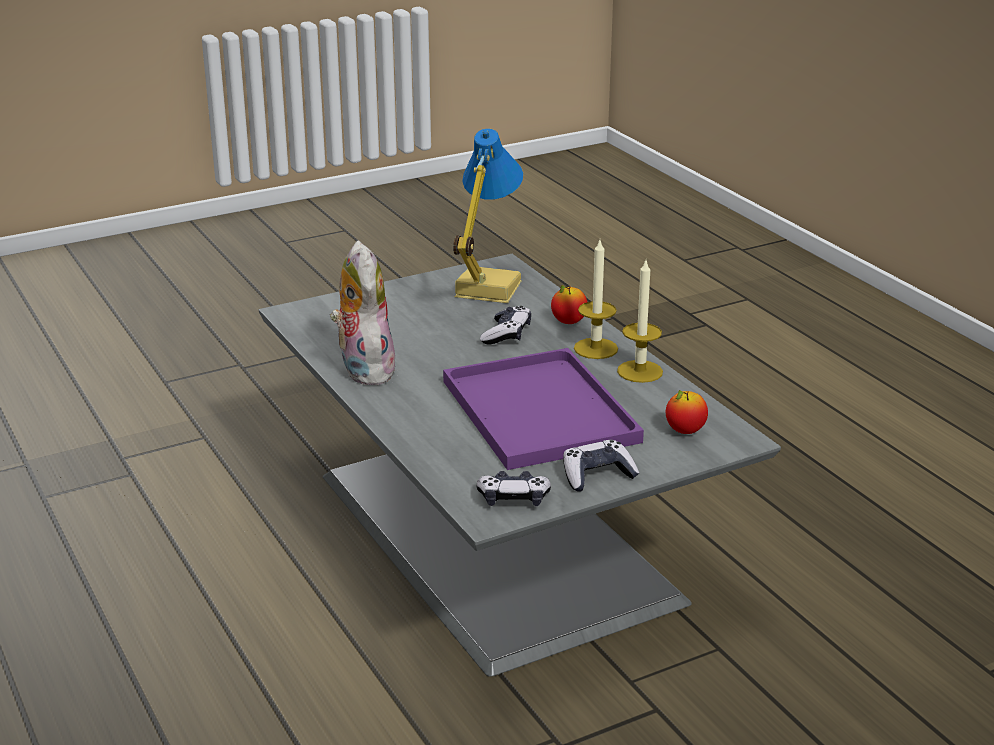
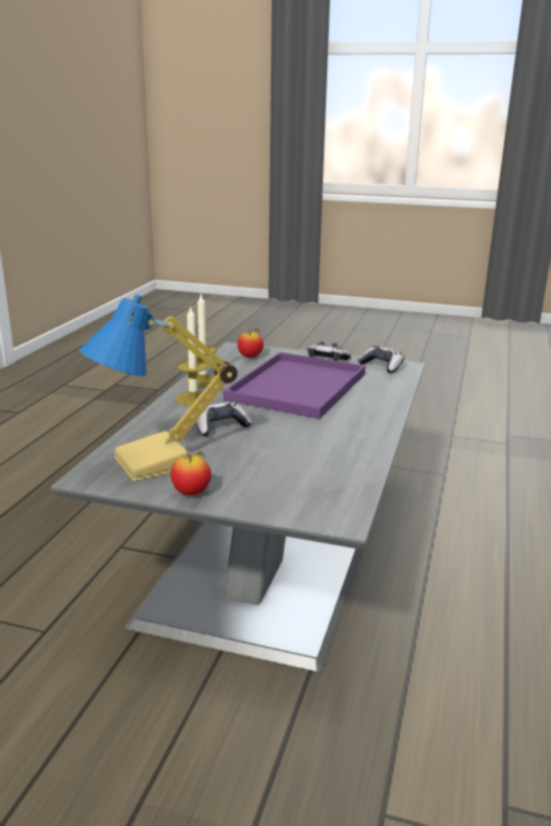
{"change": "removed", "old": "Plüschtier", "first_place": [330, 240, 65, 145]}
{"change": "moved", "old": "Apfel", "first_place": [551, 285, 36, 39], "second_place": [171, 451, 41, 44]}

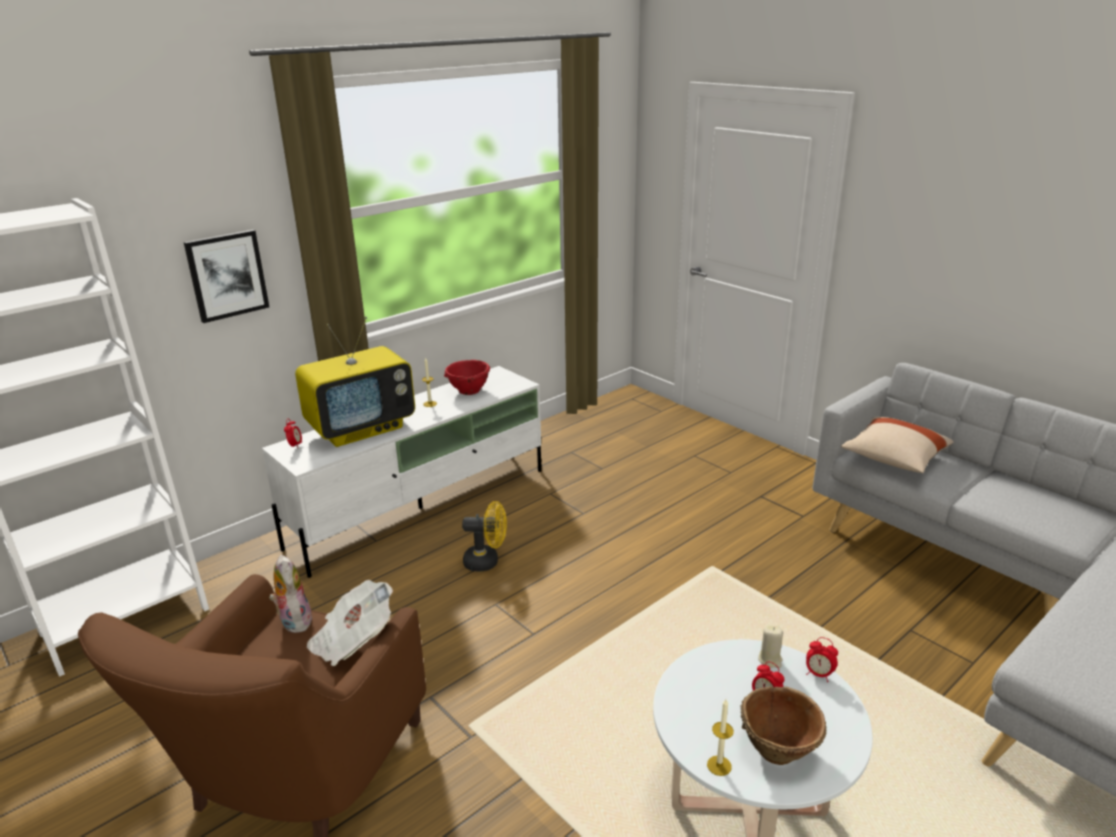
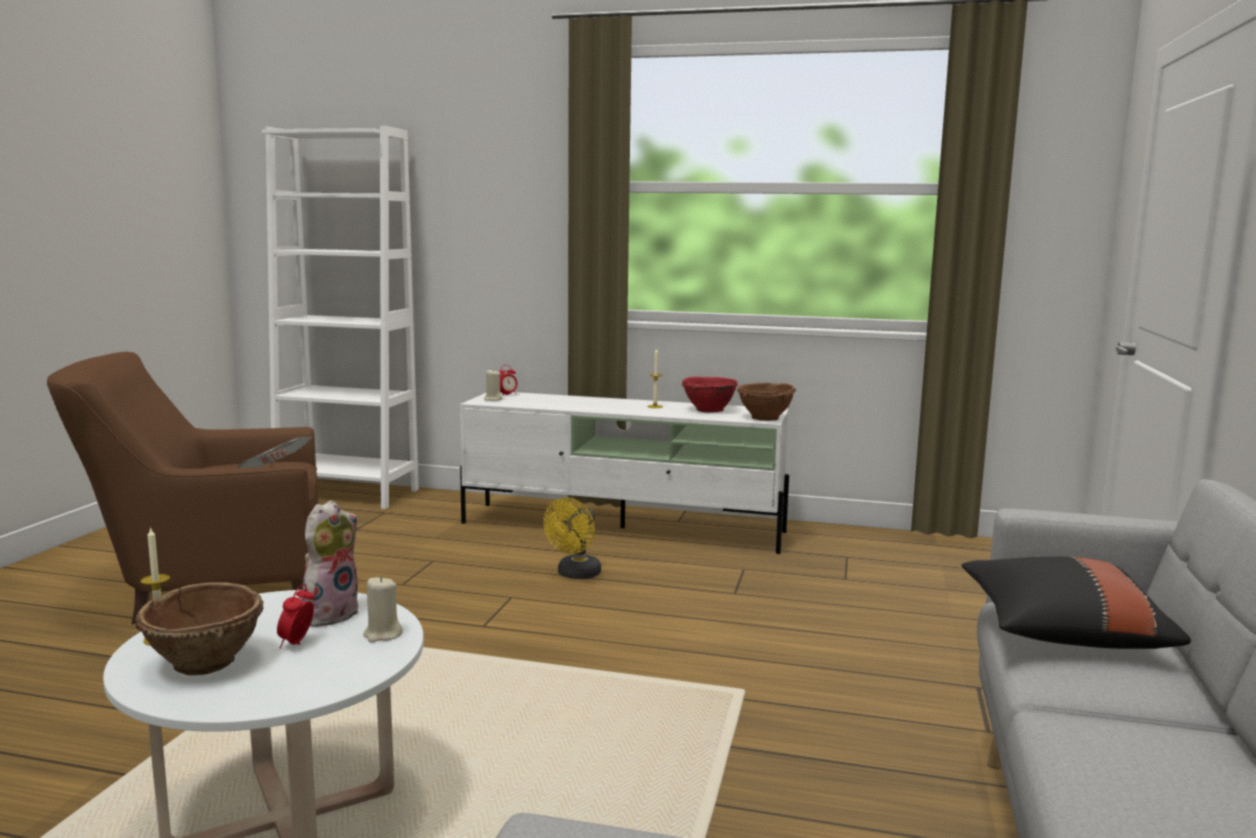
{"change": "removed", "old": "Bild", "first_place": [184, 230, 85, 93]}
{"change": "moved", "old": "Plüschtier", "first_place": [269, 555, 44, 78], "second_place": [302, 500, 57, 127]}
{"change": "removed", "old": "Fernseher", "first_place": [295, 317, 120, 130]}
{"change": "turned", "old": "Ventilator (gelb)", "first_place": [462, 501, 45, 71], "second_place": [543, 498, 58, 81], "degrees": 60}
{"change": "removed", "old": "Wecker", "first_place": [806, 637, 32, 45]}
{"change": "recoloured", "old": "Kissen (beige)", "new": "Kissen (schwarz)", "first_place": [841, 417, 113, 56], "second_place": [961, 557, 230, 92]}
{"change": "added", "new": "Kerze (beige)", "second_place": [484, 370, 18, 31]}
{"change": "added", "new": "Schüssel (braun)", "second_place": [737, 383, 59, 38]}

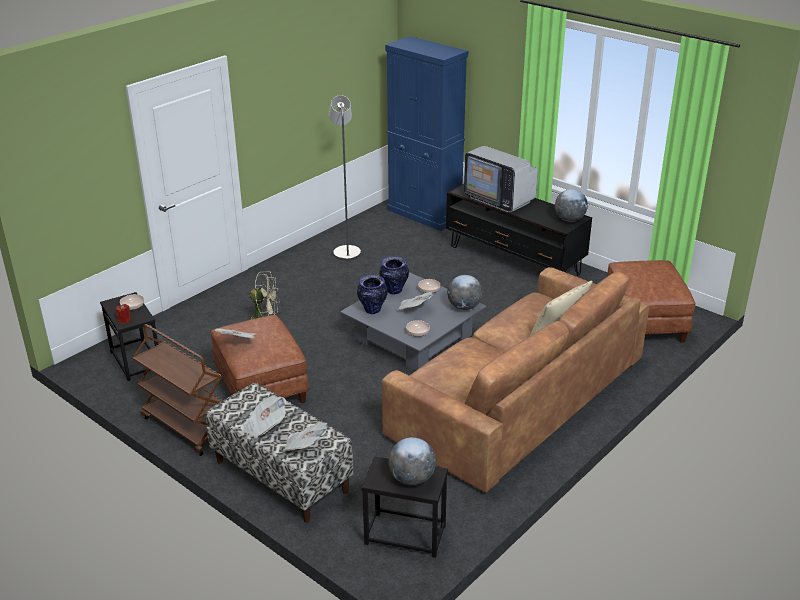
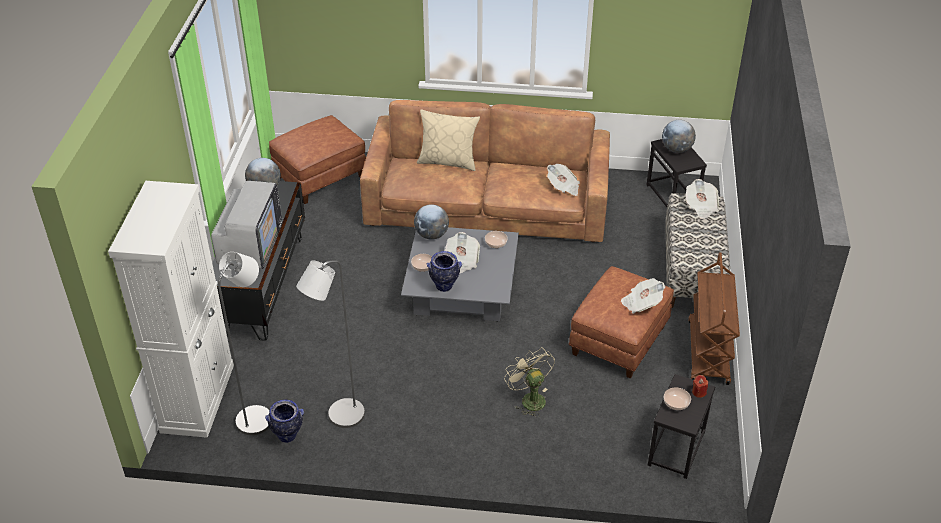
{"change": "moved", "old": "Zeitung", "first_place": [241, 395, 46, 43], "second_place": [547, 164, 33, 32]}
{"change": "moved", "old": "Vase", "first_place": [357, 275, 30, 39], "second_place": [265, 400, 39, 43]}
{"change": "recoloured", "old": "Schrank (blau)", "new": "Schrank (weiß)", "first_place": [385, 36, 83, 195], "second_place": [108, 181, 126, 257]}
{"change": "added", "new": "Stehlampe (grau)", "second_place": [218, 252, 51, 183]}

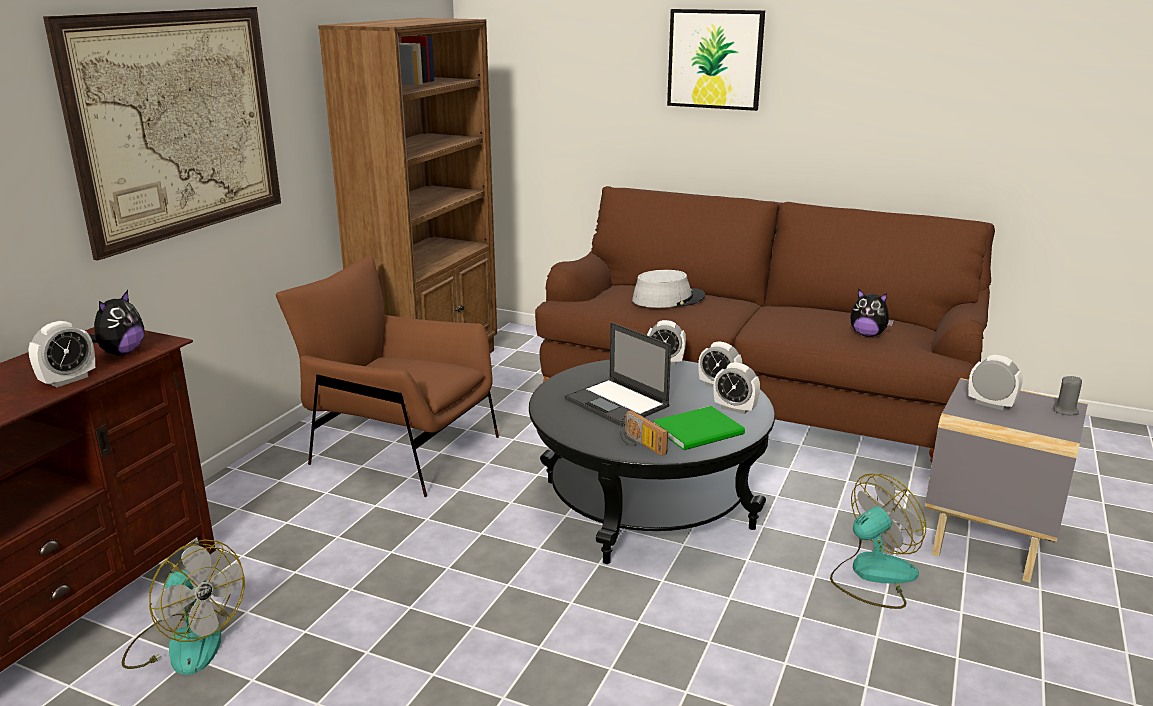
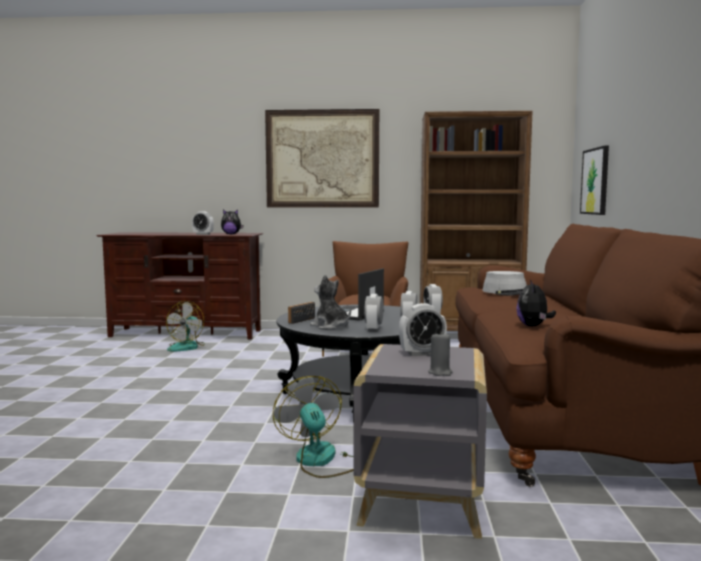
{"change": "replaced", "old": "Buch (grün)", "new": "Plüschtier", "first_place": [653, 406, 92, 44], "second_place": [310, 275, 41, 55]}
{"change": "moved", "old": "Bild", "first_place": [667, 9, 98, 102], "second_place": [580, 146, 29, 69]}
{"change": "turned", "old": "Ventilator", "first_place": [830, 474, 96, 135], "second_place": [273, 376, 81, 102], "degrees": -150}
{"change": "turned", "old": "Wecker", "first_place": [968, 355, 55, 55], "second_place": [399, 303, 48, 53], "degrees": 60}

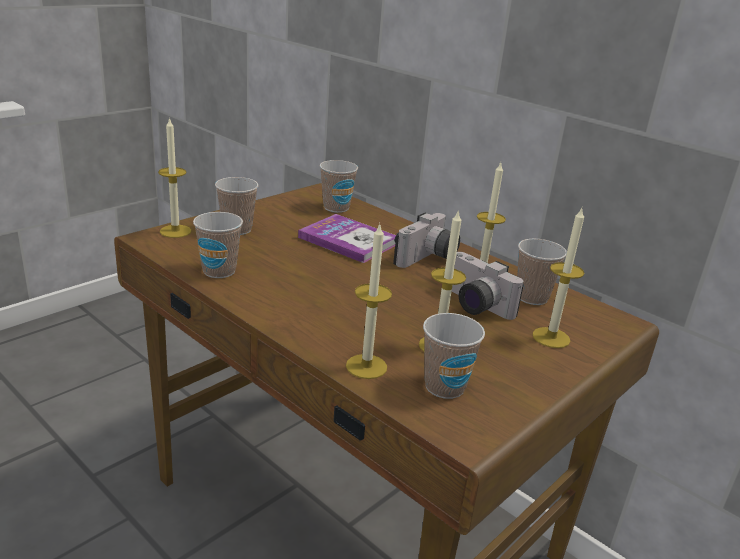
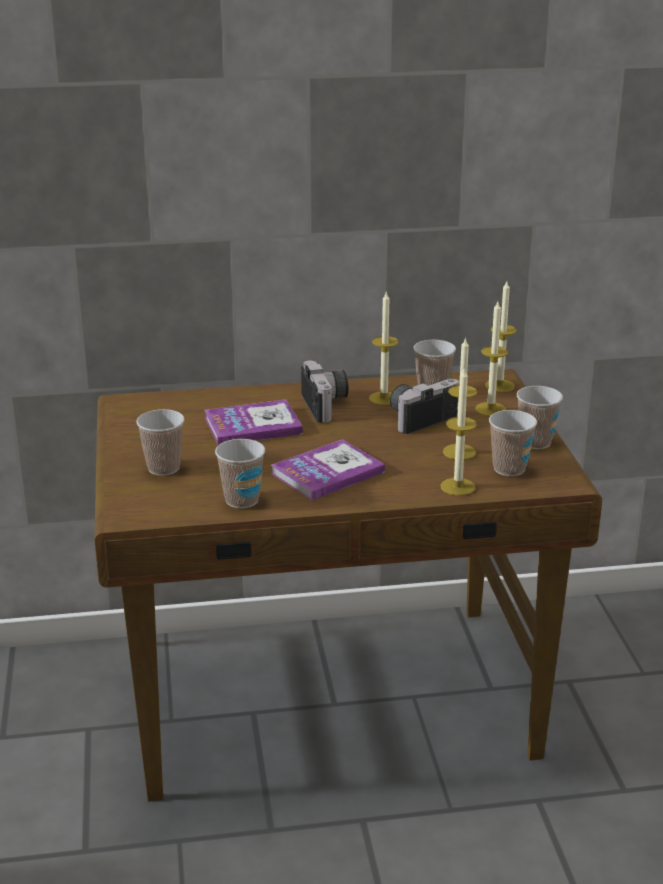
{"change": "moved", "old": "Kerze", "first_place": [158, 117, 34, 121], "second_place": [485, 281, 32, 111]}
{"change": "moved", "old": "Tasse", "first_place": [320, 160, 38, 53], "second_place": [517, 386, 46, 63]}
{"change": "turned", "old": "Kamera", "first_place": [452, 252, 72, 68], "second_place": [390, 379, 69, 55], "degrees": 150}
{"change": "added", "new": "Buch", "second_place": [270, 439, 115, 62]}

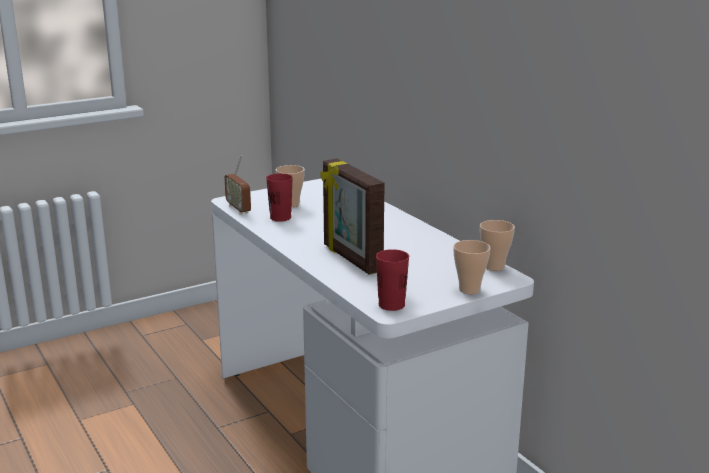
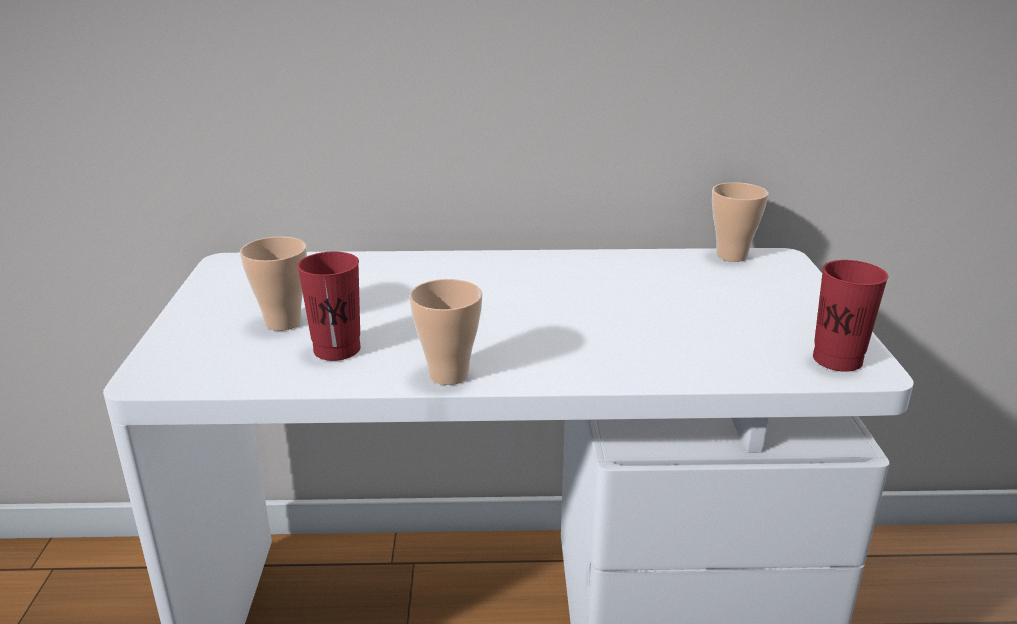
{"change": "removed", "old": "Radio", "first_place": [224, 155, 27, 59]}
{"change": "removed", "old": "Bilderrahmen", "first_place": [320, 158, 65, 117]}
{"change": "moved", "old": "Tasse", "first_place": [453, 240, 38, 54], "second_place": [409, 279, 73, 106]}

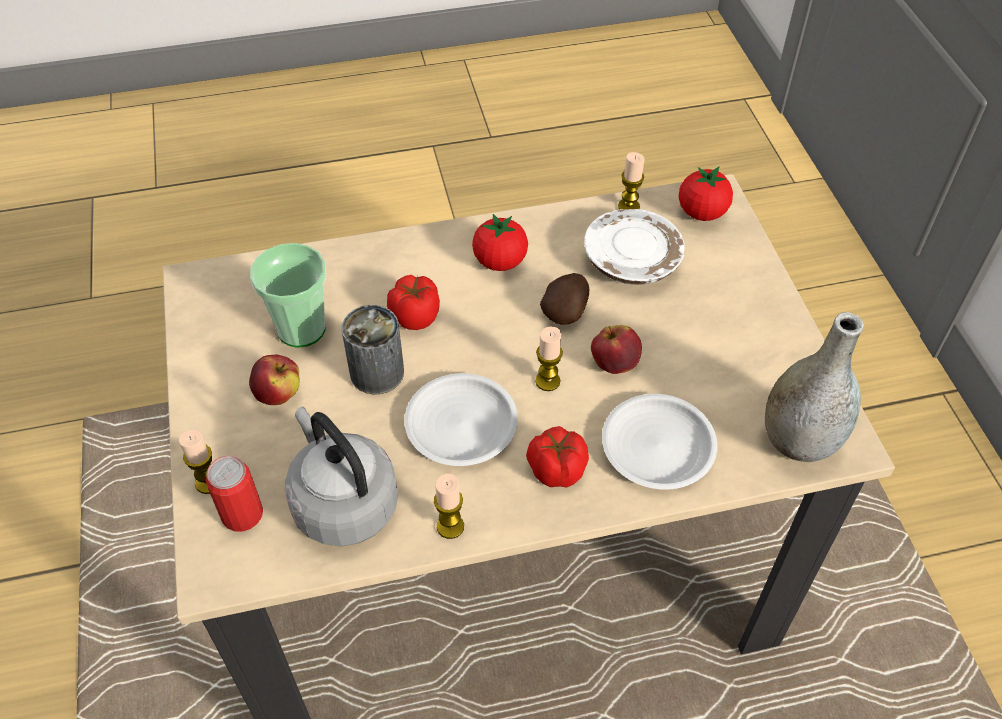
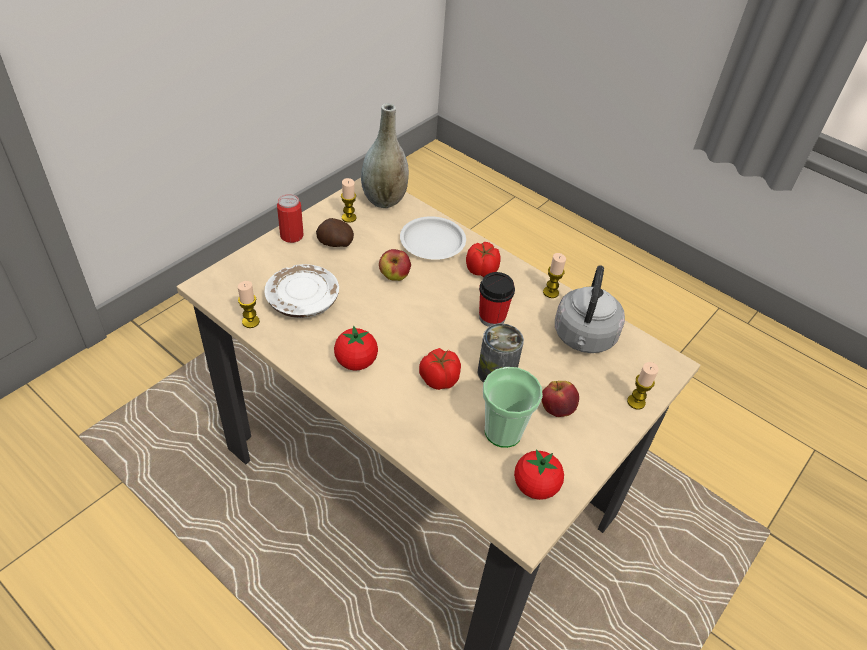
{"change": "moved", "old": "Dose", "first_place": [206, 456, 57, 76], "second_place": [277, 194, 27, 49]}
{"change": "replaced", "old": "Teller (weiß)", "new": "Tasse", "first_place": [404, 373, 114, 93], "second_place": [479, 272, 36, 55]}
{"change": "moved", "old": "Kerze", "first_place": [535, 326, 28, 65], "second_place": [341, 178, 15, 45]}
{"change": "moved", "old": "Kartoffel", "first_place": [540, 273, 49, 52], "second_place": [316, 218, 38, 29]}
{"change": "moved", "old": "Tomate", "first_place": [679, 167, 54, 54], "second_place": [514, 449, 50, 51]}

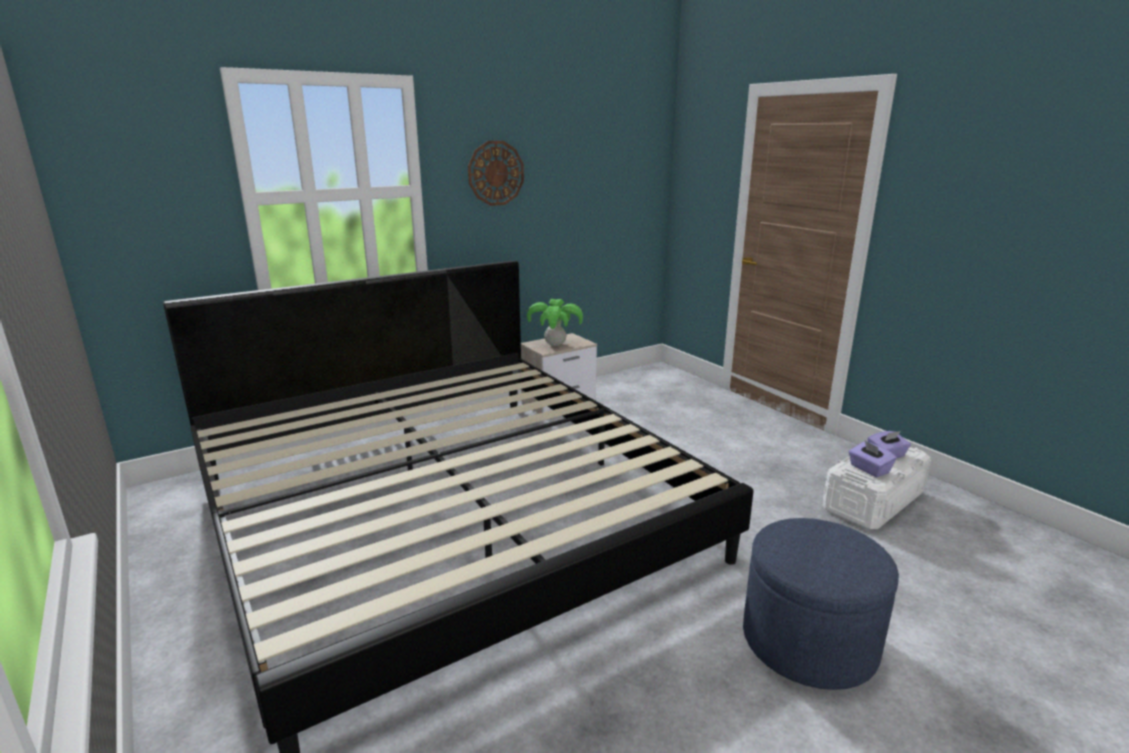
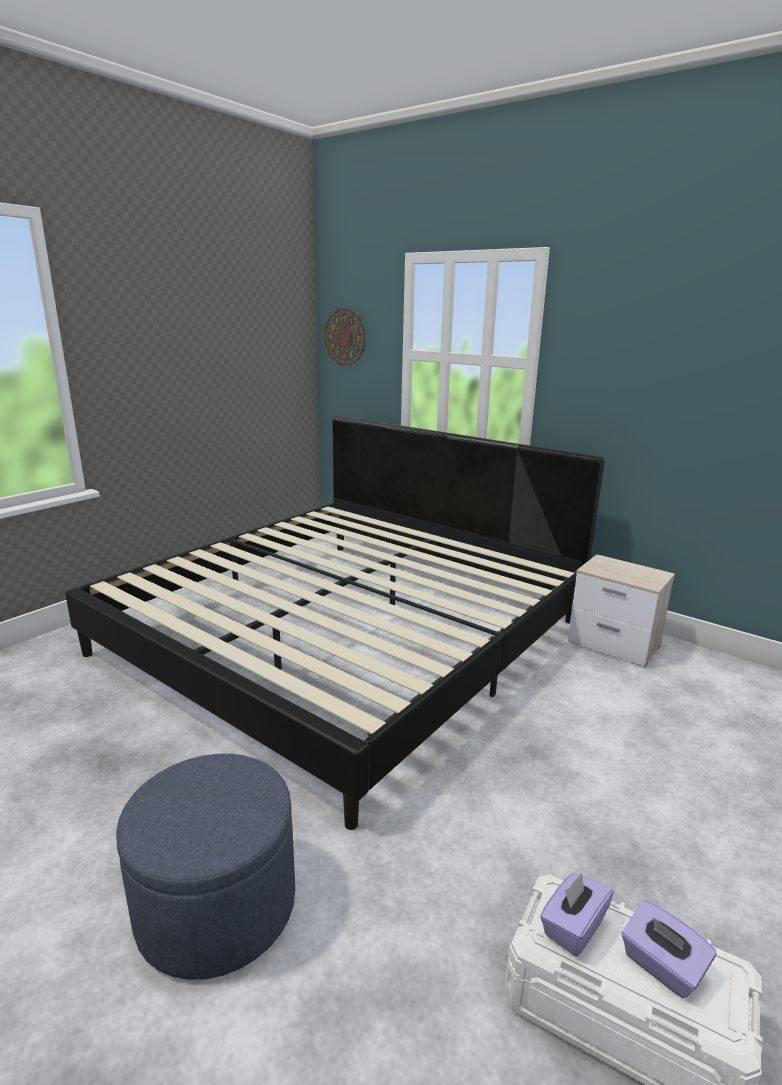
{"change": "moved", "old": "Wanduhr", "first_place": [468, 141, 56, 65], "second_place": [324, 308, 42, 58]}
{"change": "removed", "old": "Topfpflanze", "first_place": [527, 299, 56, 47]}

